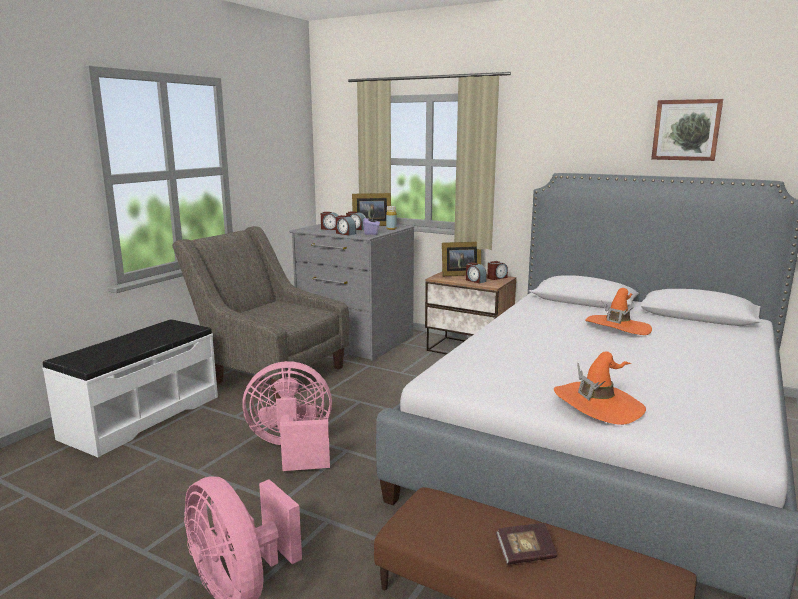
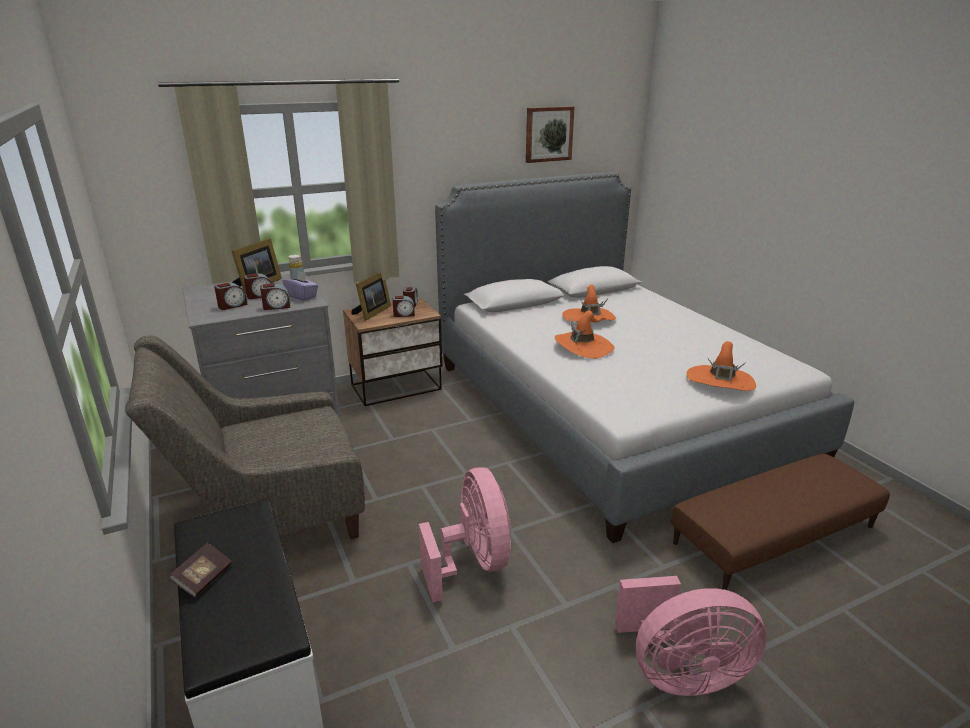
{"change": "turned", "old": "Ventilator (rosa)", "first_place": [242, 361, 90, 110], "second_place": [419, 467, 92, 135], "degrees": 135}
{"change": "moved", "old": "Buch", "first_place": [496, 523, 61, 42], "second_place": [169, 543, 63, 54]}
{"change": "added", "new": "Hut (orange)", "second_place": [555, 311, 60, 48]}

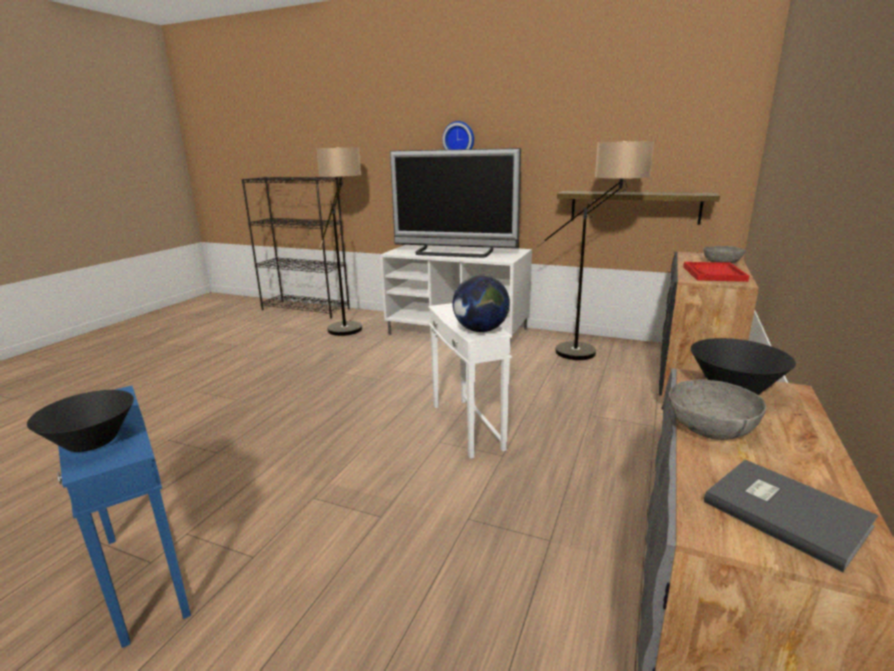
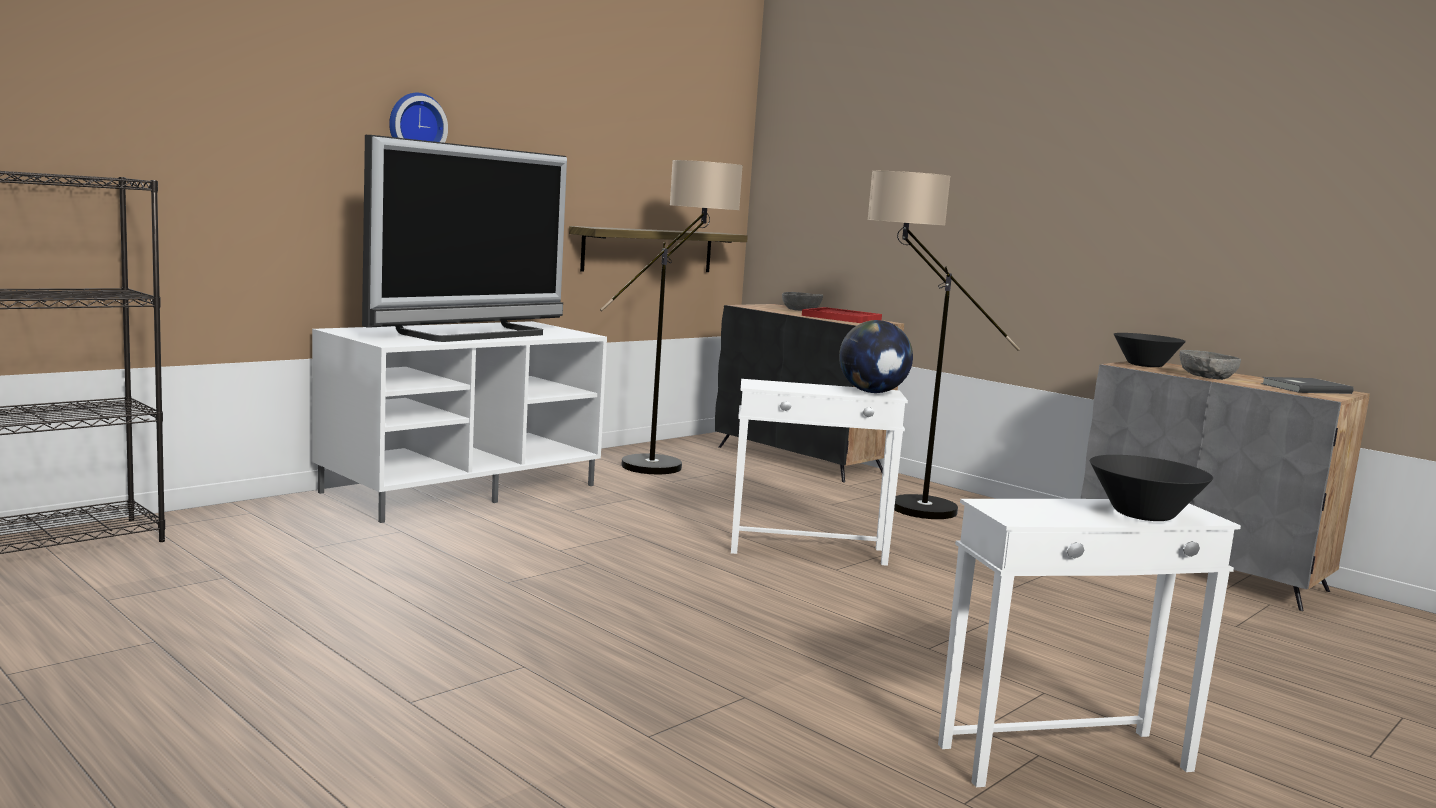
{"change": "recoloured", "old": "Beistelltisch (blau)", "new": "Beistelltisch (weiß)", "first_place": [57, 386, 134, 262], "second_place": [938, 499, 303, 288]}
{"change": "moved", "old": "Stehlampe", "first_place": [316, 147, 46, 189], "second_place": [867, 171, 153, 348]}

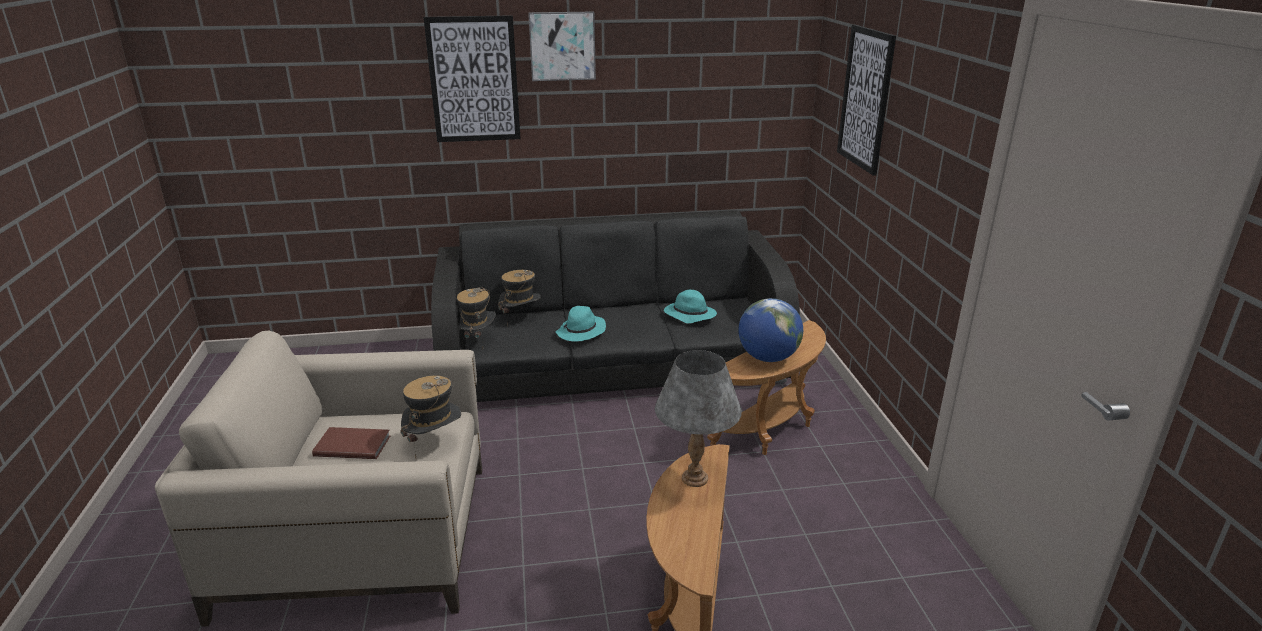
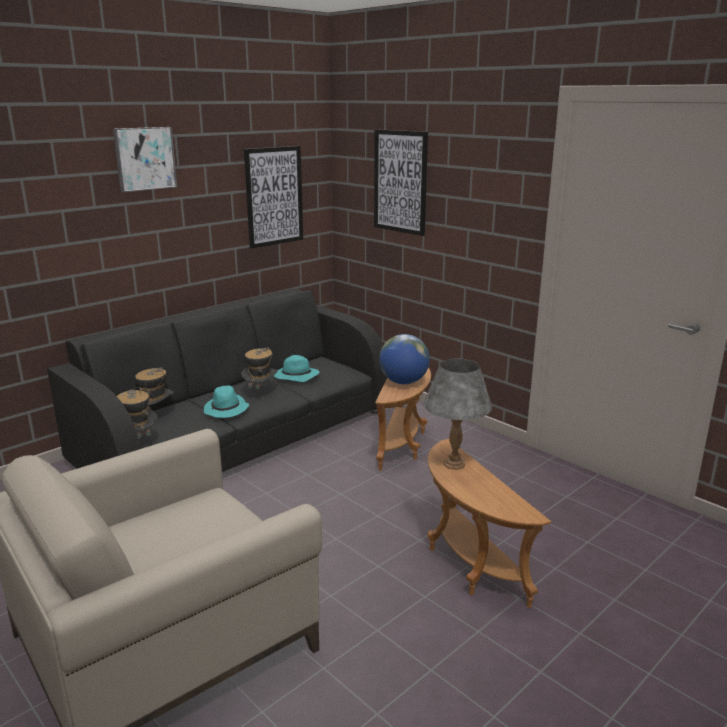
{"change": "removed", "old": "Buch (braun)", "first_place": [312, 427, 79, 32]}
{"change": "moved", "old": "Hut", "first_place": [401, 376, 60, 82], "second_place": [241, 347, 37, 42]}
{"change": "moved", "old": "Bild", "first_place": [423, 15, 98, 127], "second_place": [244, 146, 59, 103]}

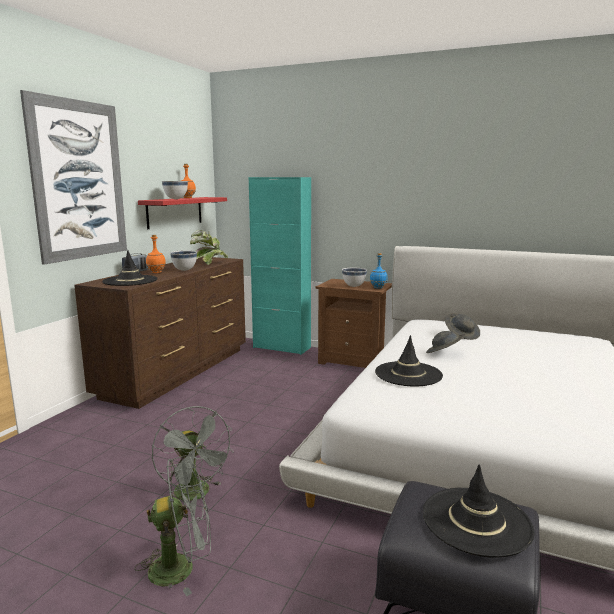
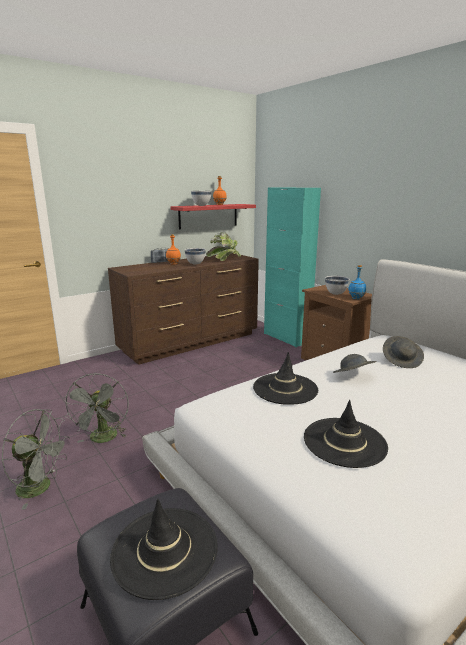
{"change": "removed", "old": "Bild", "first_place": [20, 90, 107, 175]}
{"change": "moved", "old": "Hut (schwarz)", "first_place": [102, 250, 55, 36], "second_place": [304, 400, 84, 68]}

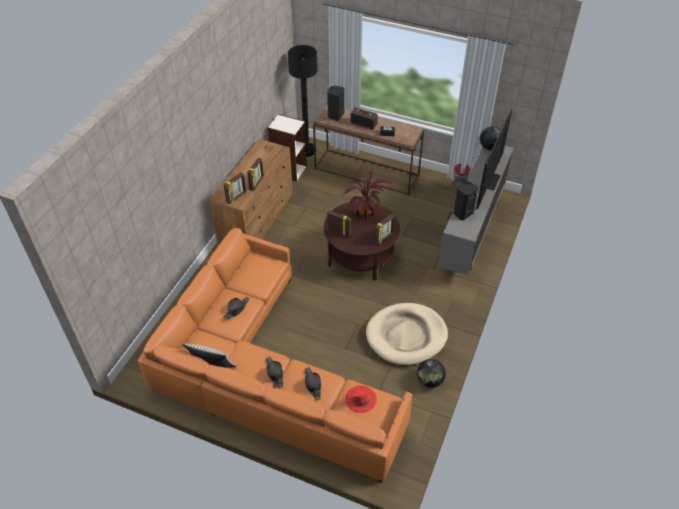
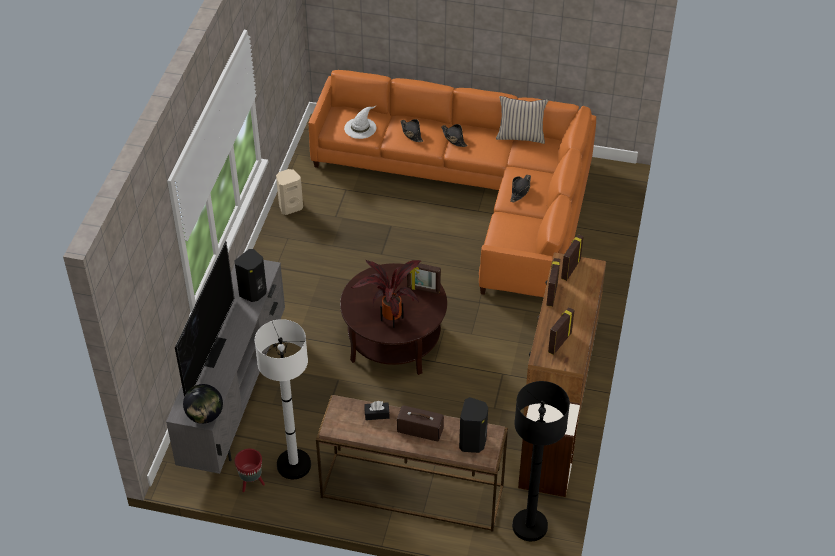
{"change": "recoloured", "old": "Hut (rot)", "new": "Hut (weiß)", "first_place": [344, 386, 33, 27], "second_place": [344, 106, 32, 33]}
{"change": "removed", "old": "Hundebett (beige)", "first_place": [366, 303, 82, 63]}
{"change": "moved", "old": "Bilderrahmen", "first_place": [374, 214, 21, 31], "second_place": [548, 307, 27, 48]}
{"change": "replaced", "old": "Globus", "new": "Lautsprecher (beige)", "first_place": [417, 359, 29, 29], "second_place": [276, 169, 27, 46]}
{"change": "added", "new": "Stehlampe (weiß)", "second_place": [255, 319, 56, 160]}

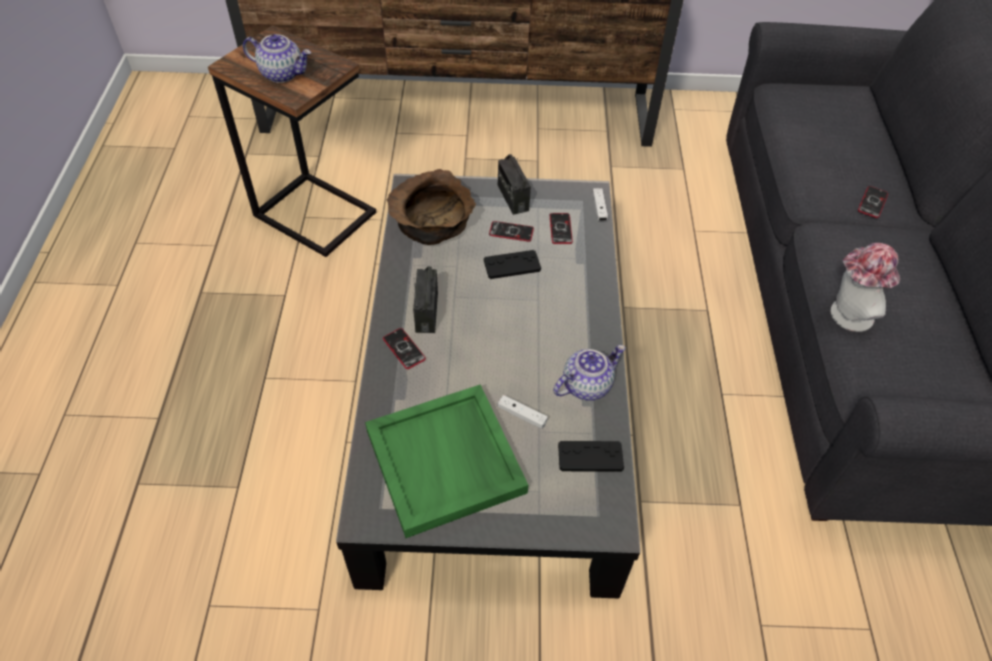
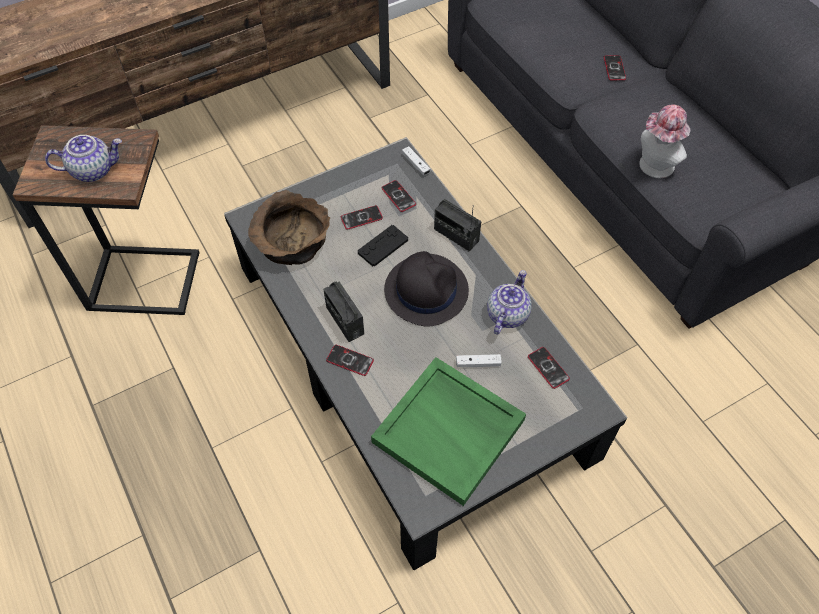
{"change": "moved", "old": "Radio", "first_place": [498, 154, 33, 61], "second_place": [434, 199, 47, 52]}
{"change": "replaced", "old": "Gamepad (schwarz)", "new": "Handy", "first_place": [558, 441, 66, 31], "second_place": [528, 347, 42, 42]}
{"change": "added", "new": "Hut (schwarz)", "second_place": [384, 251, 85, 76]}

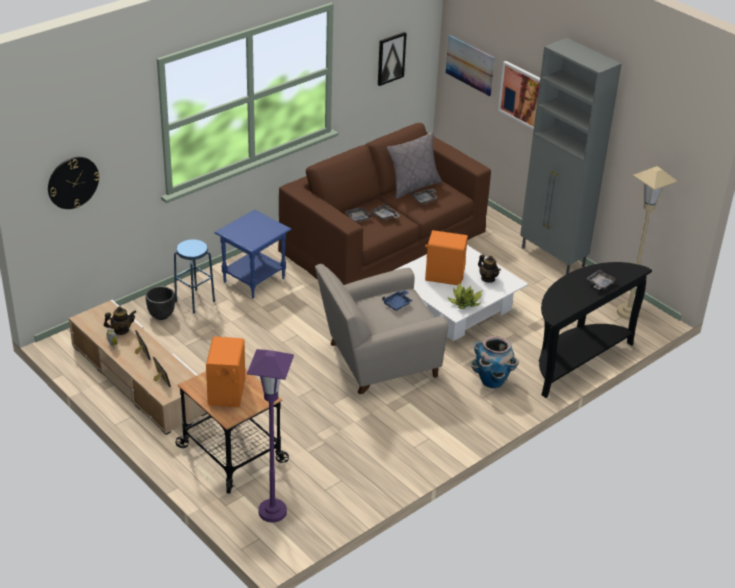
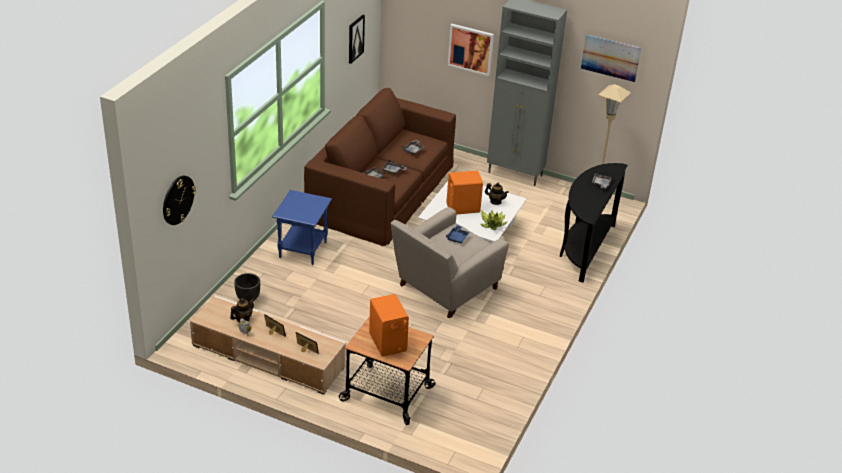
{"change": "removed", "old": "Hocker (blau)", "first_place": [174, 239, 41, 75]}
{"change": "removed", "old": "Stehlampe (lila)", "first_place": [247, 349, 47, 174]}
{"change": "removed", "old": "Kissen (grau)", "first_place": [387, 131, 55, 68]}
{"change": "moved", "old": "Bild", "first_place": [446, 35, 49, 61], "second_place": [581, 34, 60, 48]}
{"change": "removed", "old": "Pflanzkübel", "first_place": [470, 336, 49, 52]}

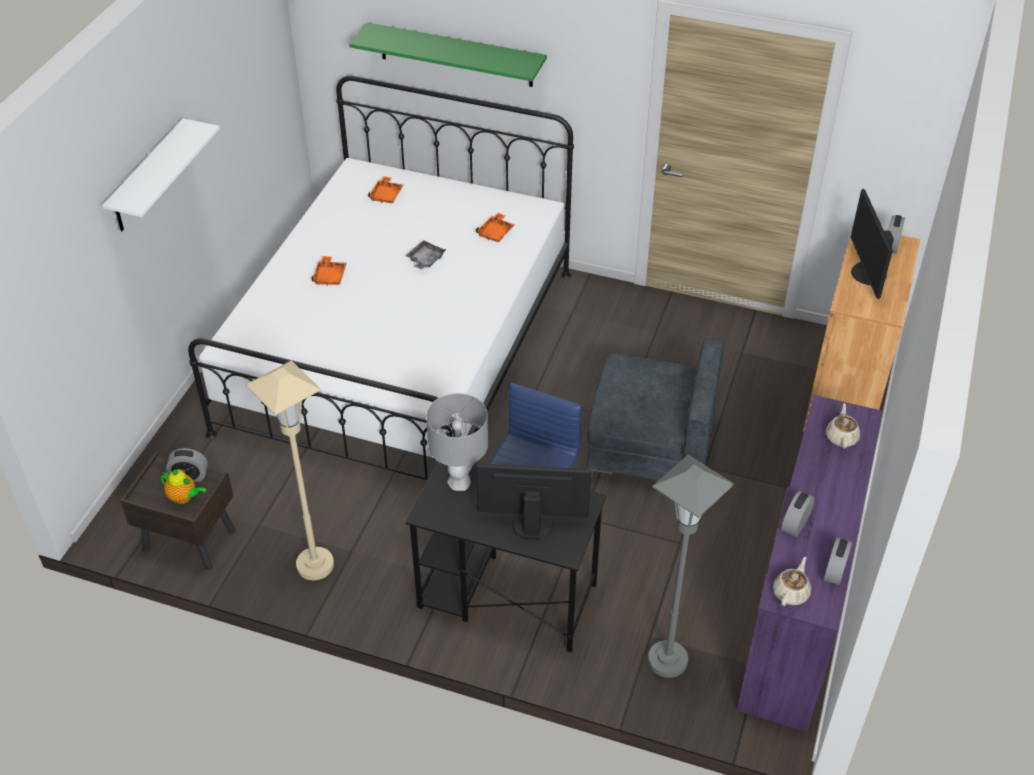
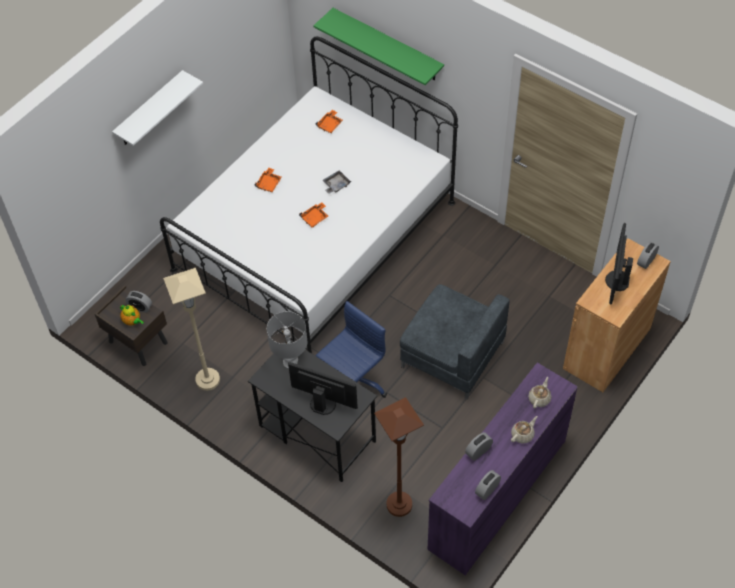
{"change": "moved", "old": "Tablett (orange)", "first_place": [475, 213, 40, 29], "second_place": [299, 203, 29, 25]}
{"change": "recoloured", "old": "Stehlampe (grau)", "new": "Stehlampe (braun)", "first_place": [648, 454, 86, 224], "second_place": [374, 397, 50, 120]}
{"change": "moved", "old": "Teekanne (beige)", "first_place": [773, 557, 38, 49], "second_place": [511, 416, 26, 28]}

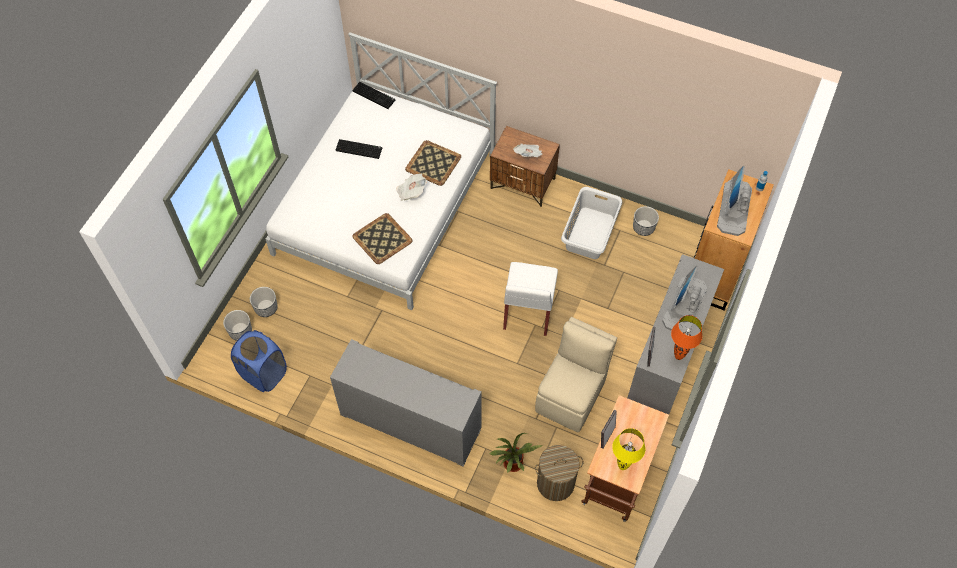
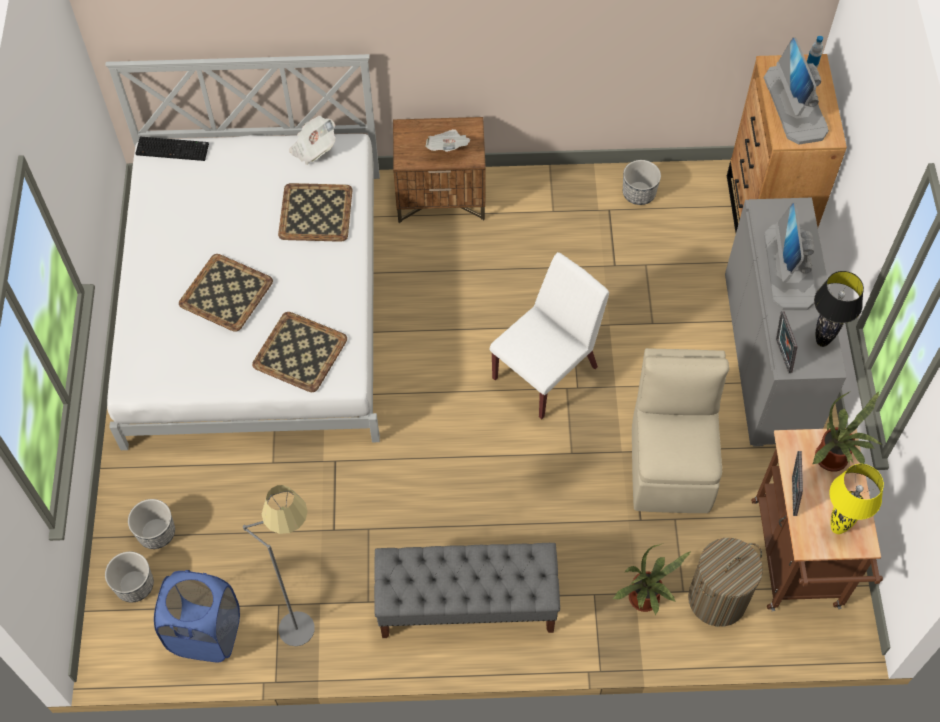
{"change": "replaced", "old": "Schrank (grau)", "new": "Bank (grau)", "first_place": [330, 339, 152, 128], "second_place": [374, 543, 186, 95]}
{"change": "removed", "old": "Tastatur", "first_place": [336, 139, 46, 20]}
{"change": "moved", "old": "Zeitung", "first_place": [396, 174, 31, 27], "second_place": [289, 116, 46, 49]}
{"change": "turned", "old": "Stuhl (weiß)", "first_place": [503, 262, 55, 74], "second_place": [489, 252, 120, 167], "degrees": -120}
{"change": "removed", "old": "Wäschekorb (grau)", "first_place": [561, 187, 61, 72]}
{"change": "recoloured", "old": "Tischlampe (orange)", "new": "Tischlampe (schwarz)", "first_place": [671, 315, 31, 45], "second_place": [814, 271, 50, 76]}
{"change": "added", "new": "Tablett", "second_place": [179, 254, 94, 78]}
{"change": "added", "new": "Stehlampe (grau)", "second_place": [243, 485, 72, 161]}
{"change": "added", "new": "Topfpflanze", "second_place": [812, 390, 71, 82]}

